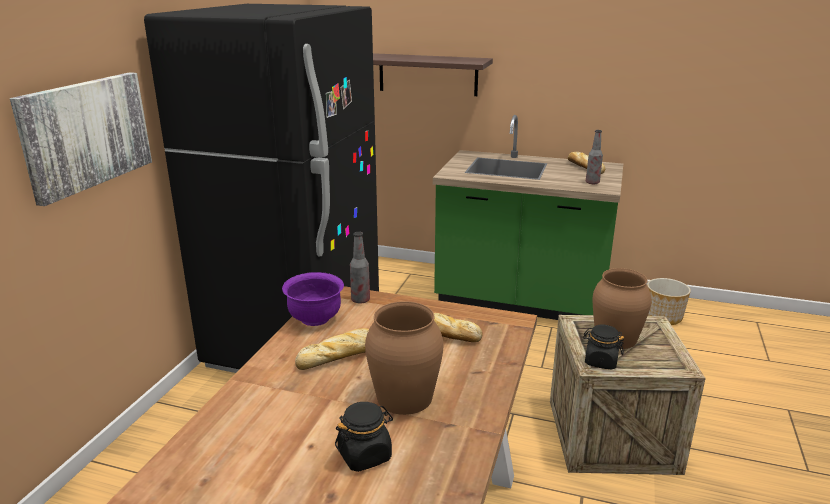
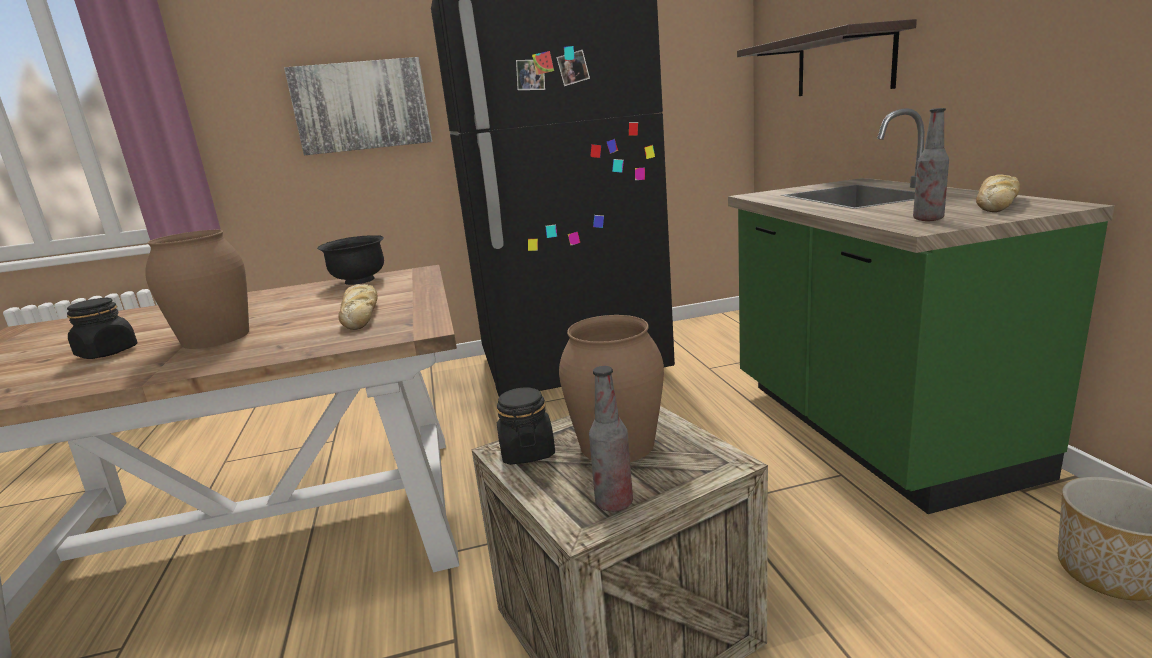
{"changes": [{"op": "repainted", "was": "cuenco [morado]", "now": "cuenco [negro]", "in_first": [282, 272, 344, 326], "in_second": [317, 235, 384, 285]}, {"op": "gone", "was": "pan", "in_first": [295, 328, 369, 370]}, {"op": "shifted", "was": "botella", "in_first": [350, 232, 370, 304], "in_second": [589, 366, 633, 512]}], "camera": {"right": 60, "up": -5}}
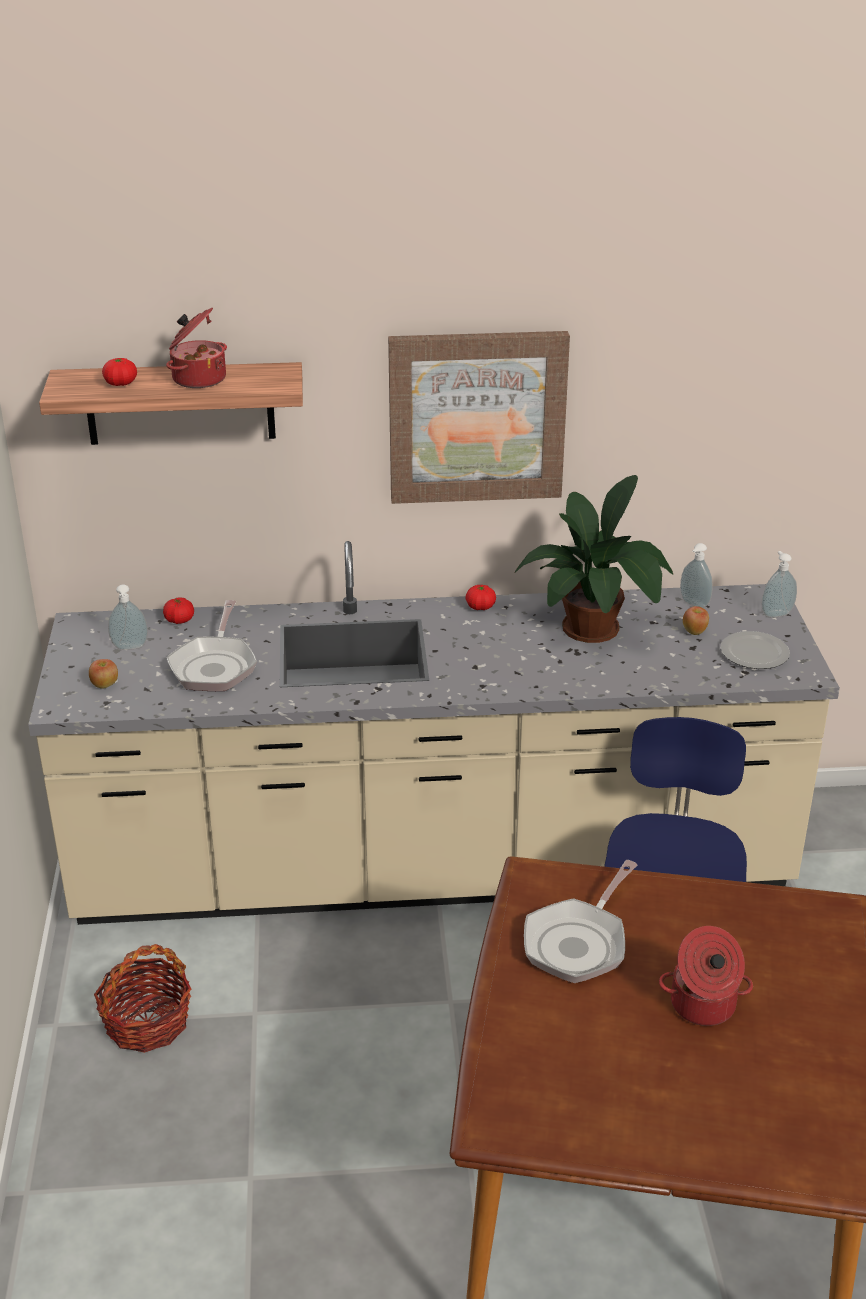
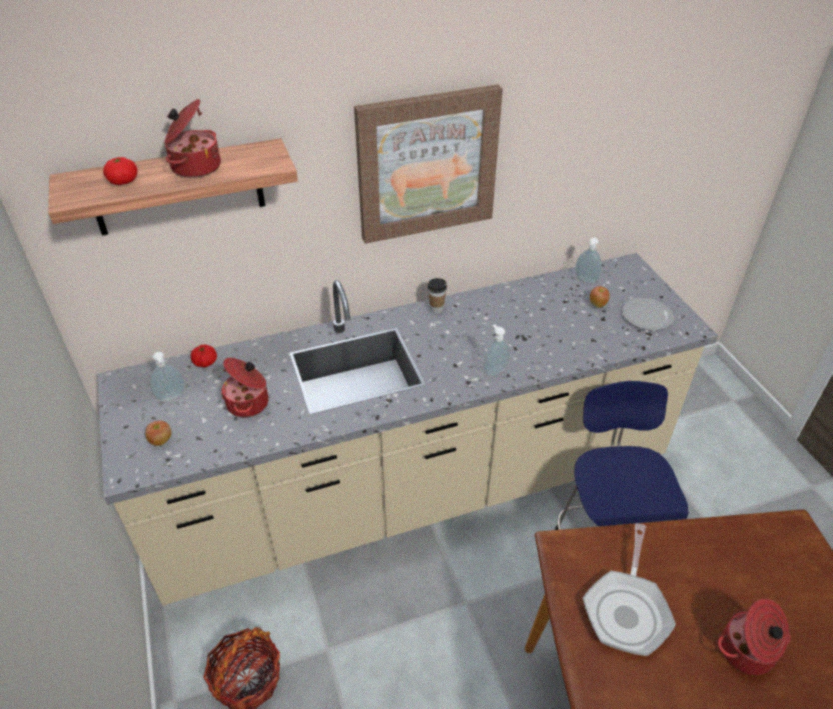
{"changes": [{"op": "swapped", "was": "sartén", "now": "olla", "in_first": [166, 600, 257, 691], "in_second": [221, 358, 269, 417]}, {"op": "swapped", "was": "tomate", "now": "taza", "in_first": [465, 585, 496, 610], "in_second": [428, 278, 447, 313]}, {"op": "gone", "was": "planta en maceta", "in_first": [514, 475, 673, 643]}, {"op": "shifted", "was": "dispensador de jabón", "in_first": [761, 551, 797, 618], "in_second": [483, 324, 510, 377]}], "camera": {"right": -15, "up": 10}}
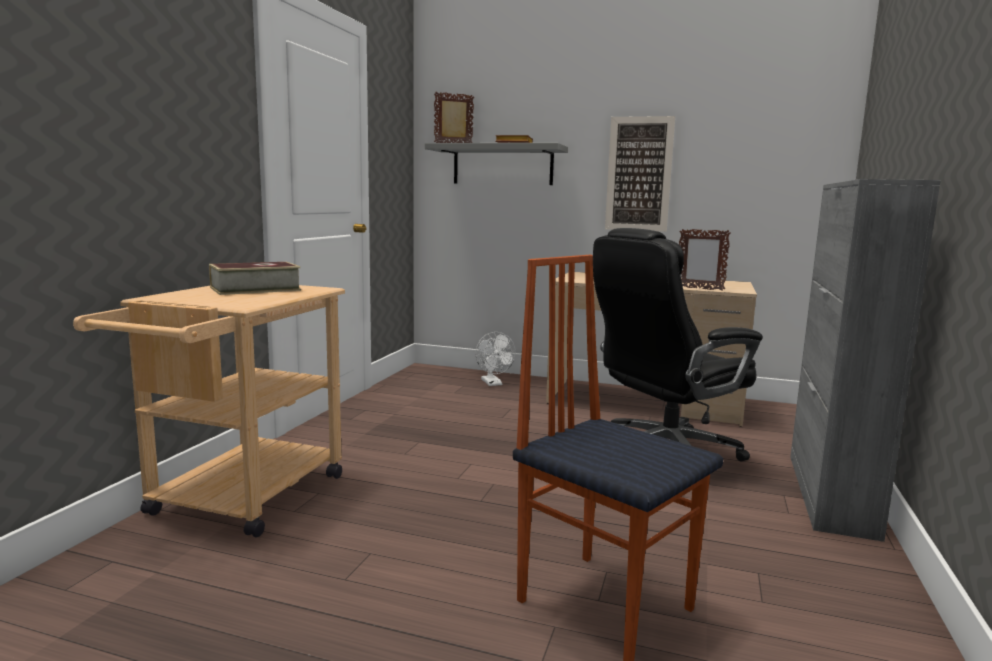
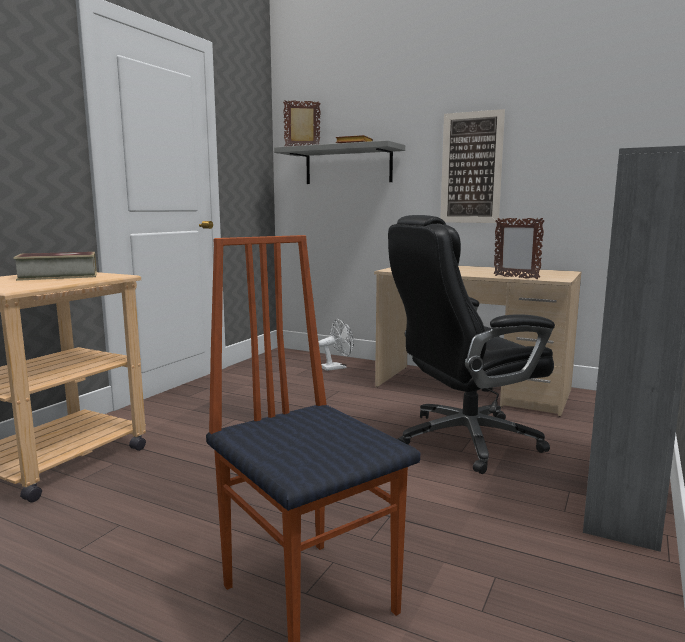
{"changes": [{"op": "rotated", "was": "ventilador [blanco]", "in_first": [476, 332, 516, 386], "in_second": [318, 319, 354, 371], "clockwise": -105}], "camera": {"right": 10, "up": 0}}
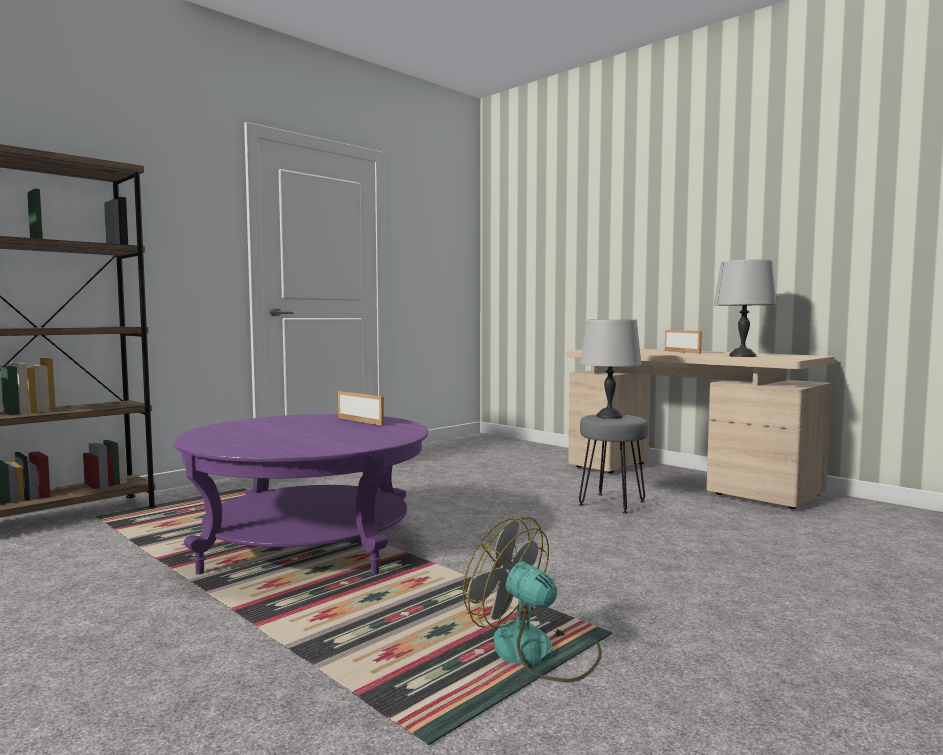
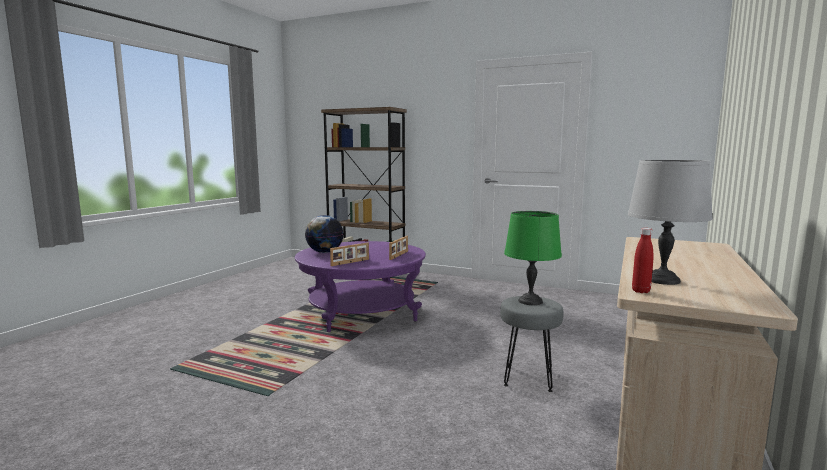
{"changes": [{"op": "gone", "was": "ventilador", "in_first": [463, 517, 602, 682]}, {"op": "repainted", "was": "lámpara de mesa [gris]", "now": "lámpara de mesa [verde]", "in_first": [580, 319, 642, 419], "in_second": [504, 211, 562, 305]}, {"op": "shifted", "was": "portarretratos", "in_first": [665, 330, 702, 354], "in_second": [330, 243, 369, 266]}, {"op": "new", "now": "globo terráqueo", "in_second": [305, 215, 344, 253]}, {"op": "new", "now": "botella [rojo]", "in_second": [632, 228, 654, 293]}], "camera": {"right": 70, "up": 5}}
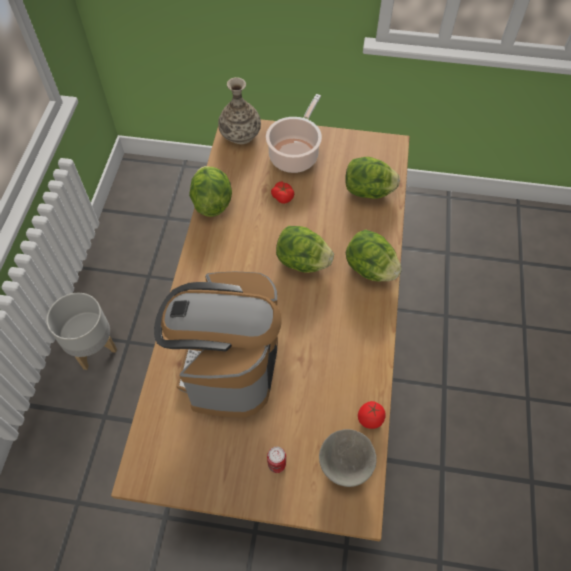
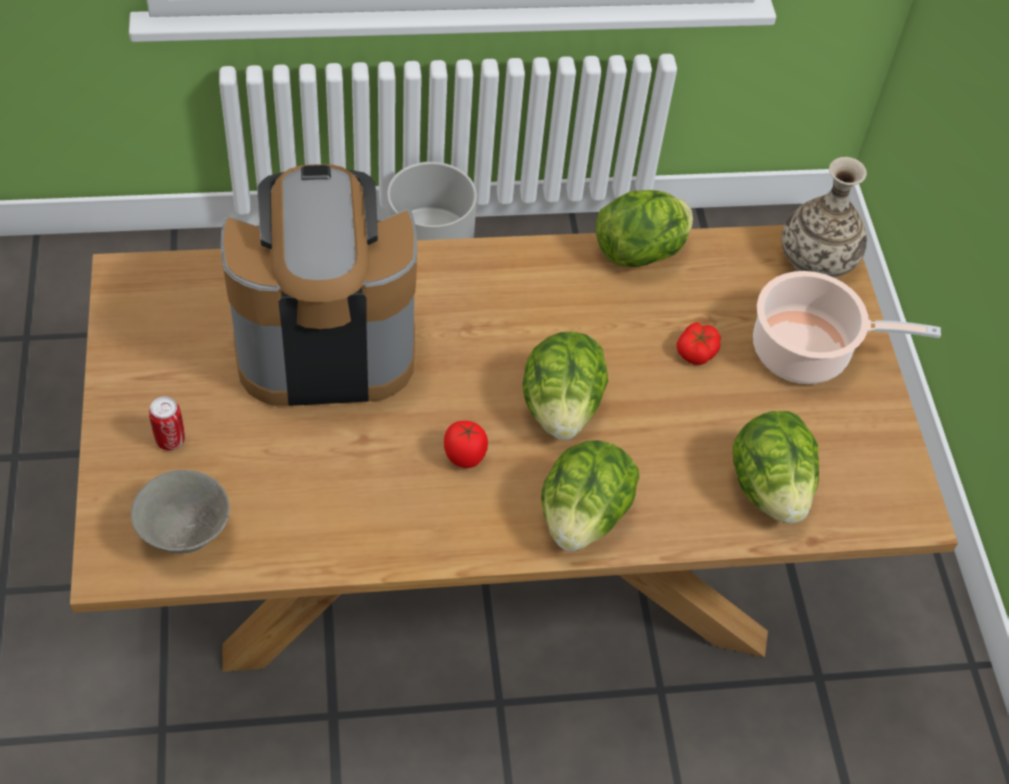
{"changes": [{"op": "shifted", "was": "tomate", "in_first": [358, 401, 386, 429], "in_second": [444, 421, 488, 468]}], "camera": {"right": 70, "up": -5}}
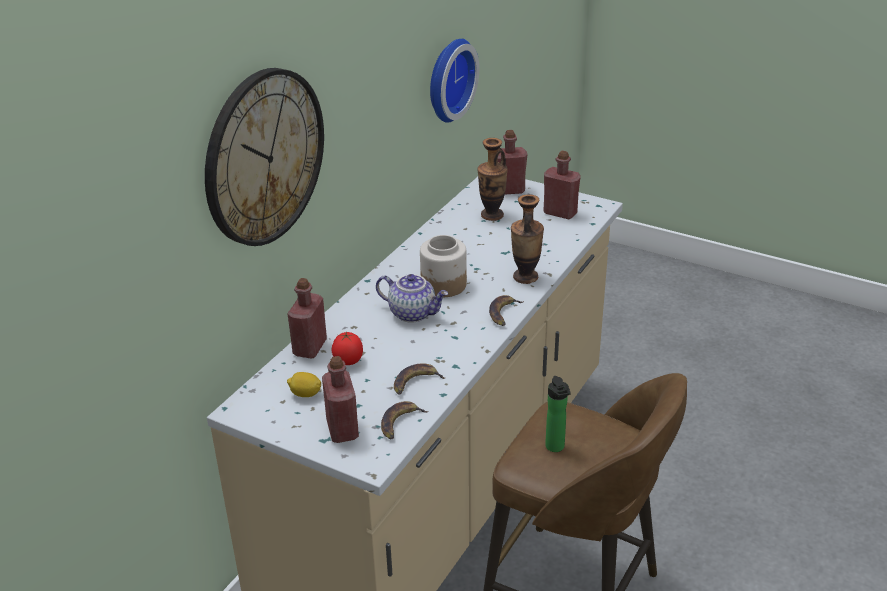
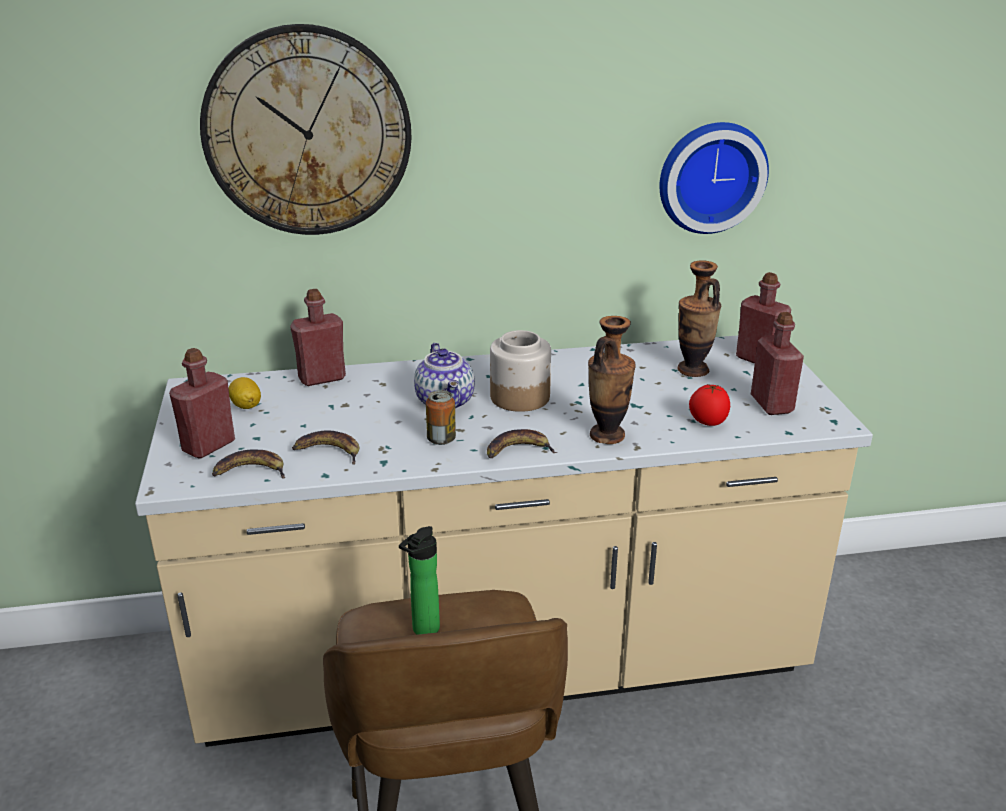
{"changes": [{"op": "shifted", "was": "tomate", "in_first": [331, 332, 363, 365], "in_second": [689, 384, 730, 426]}, {"op": "new", "now": "lata", "in_second": [426, 390, 456, 445]}], "camera": {"right": 50, "up": -5}}
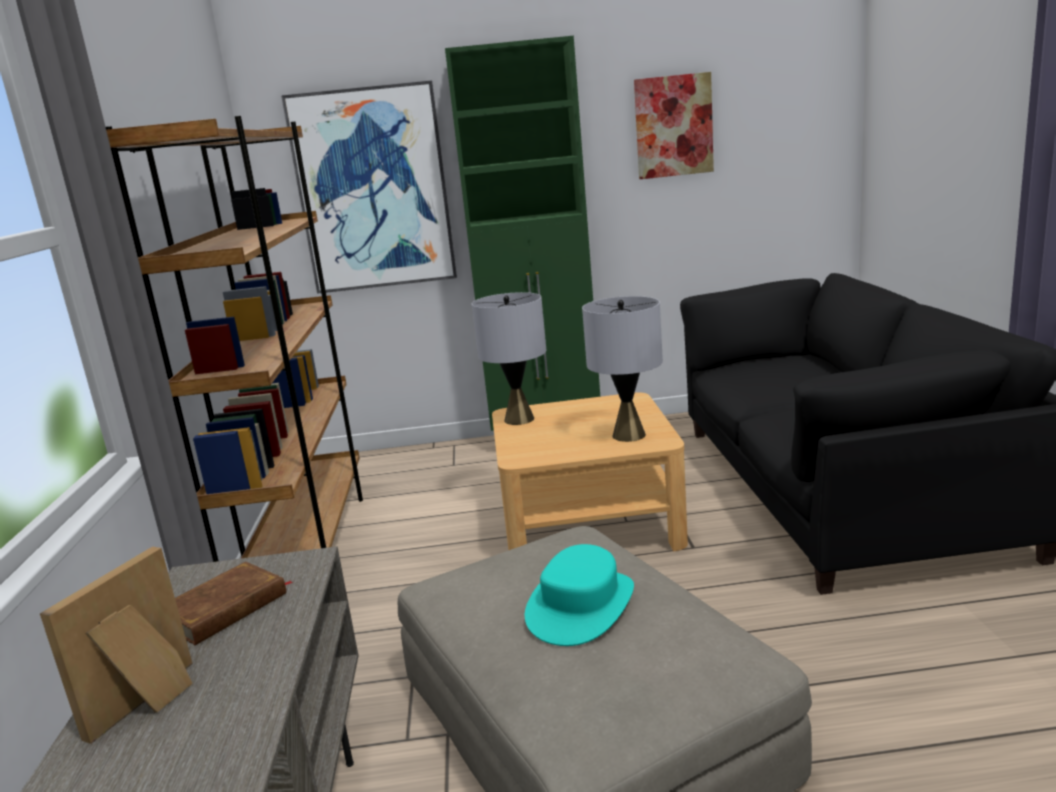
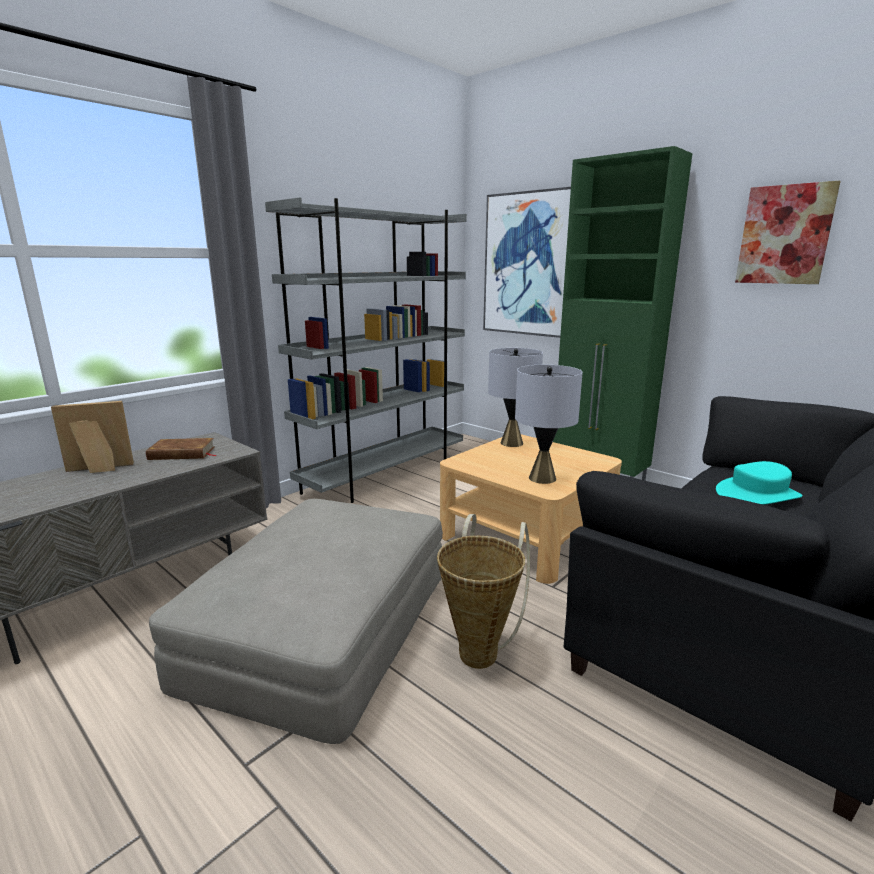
{"changes": [{"op": "repainted", "was": "estantería [marrón]", "now": "estantería [gris]", "in_first": [106, 116, 363, 562], "in_second": [265, 197, 467, 503]}, {"op": "shifted", "was": "sombrero [turquesa]", "in_first": [525, 544, 634, 646], "in_second": [716, 461, 803, 505]}, {"op": "new", "now": "cesta", "in_second": [437, 514, 530, 669]}], "camera": {"right": 45, "up": 0}}
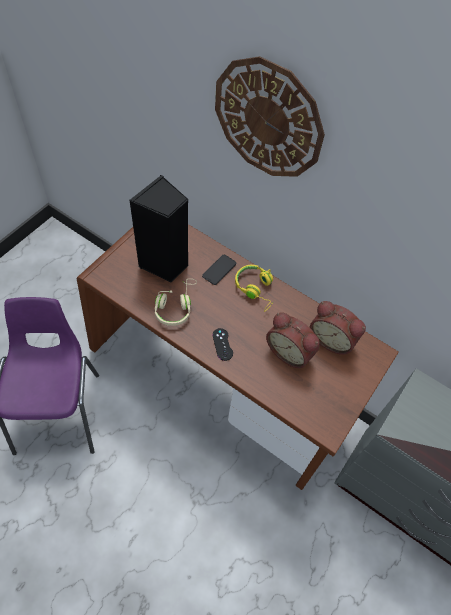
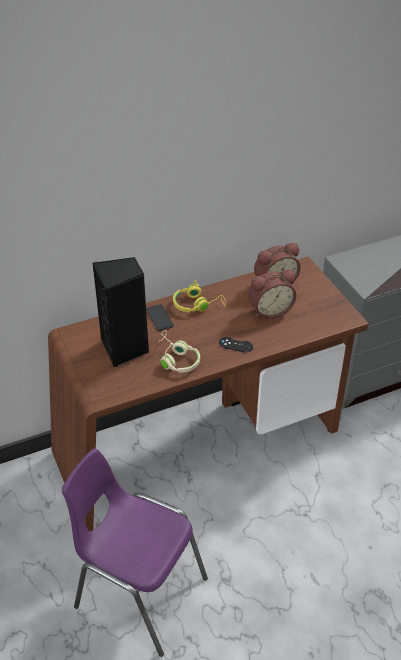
{"changes": [{"op": "gone", "was": "reloj de pared", "in_first": [215, 56, 325, 177]}], "camera": {"right": -55, "up": -15}}
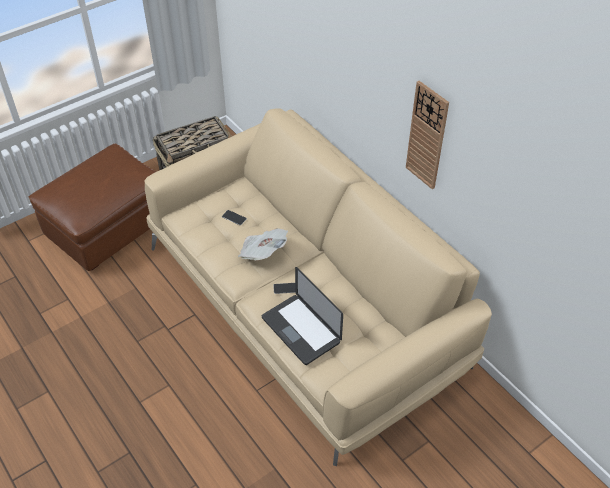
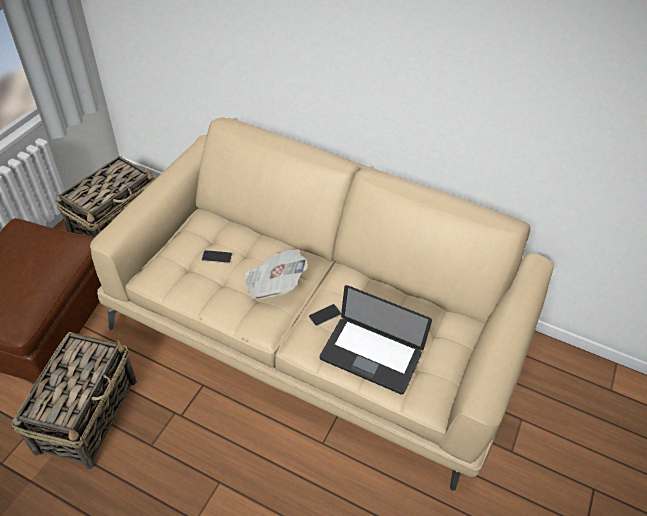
{"changes": [{"op": "gone", "was": "reloj de pared", "in_first": [406, 81, 449, 189]}, {"op": "new", "now": "cesta", "in_second": [11, 332, 137, 469]}], "camera": {"right": -30, "up": 0}}
